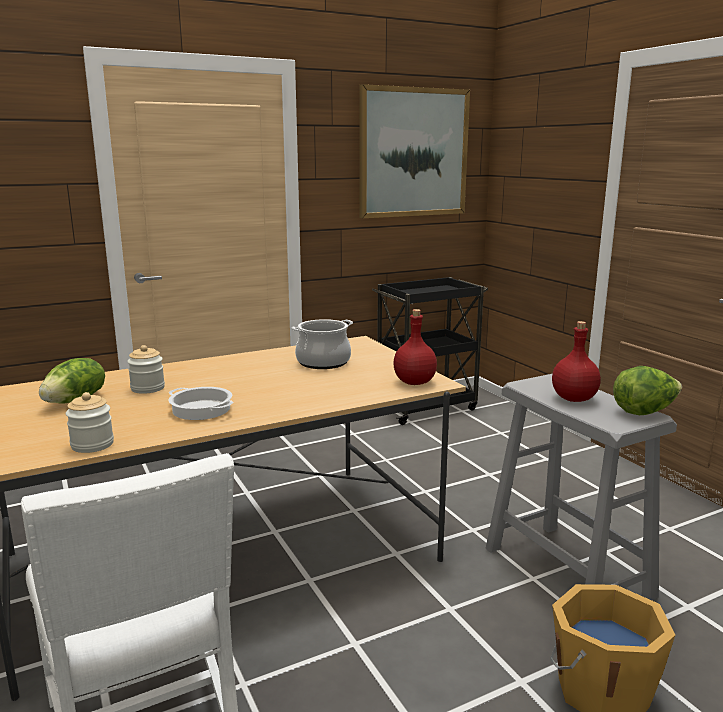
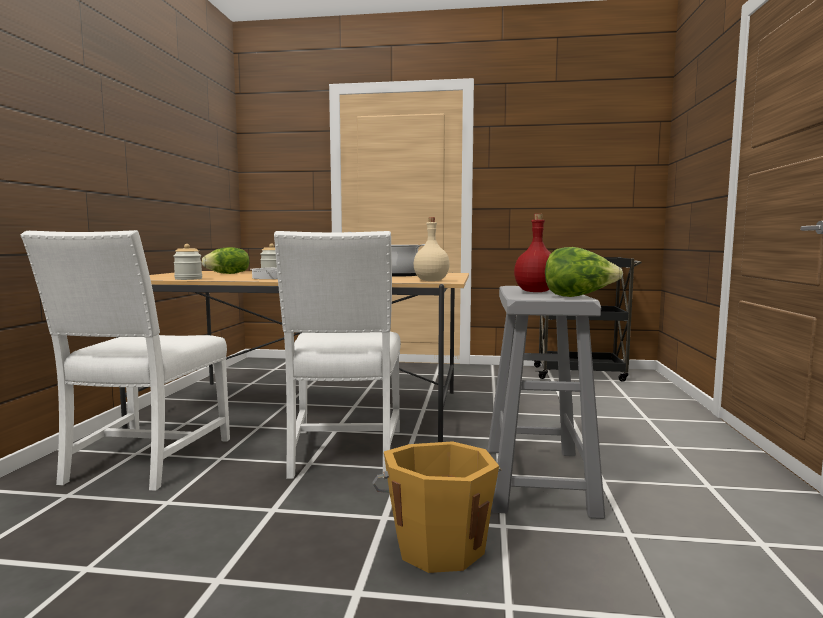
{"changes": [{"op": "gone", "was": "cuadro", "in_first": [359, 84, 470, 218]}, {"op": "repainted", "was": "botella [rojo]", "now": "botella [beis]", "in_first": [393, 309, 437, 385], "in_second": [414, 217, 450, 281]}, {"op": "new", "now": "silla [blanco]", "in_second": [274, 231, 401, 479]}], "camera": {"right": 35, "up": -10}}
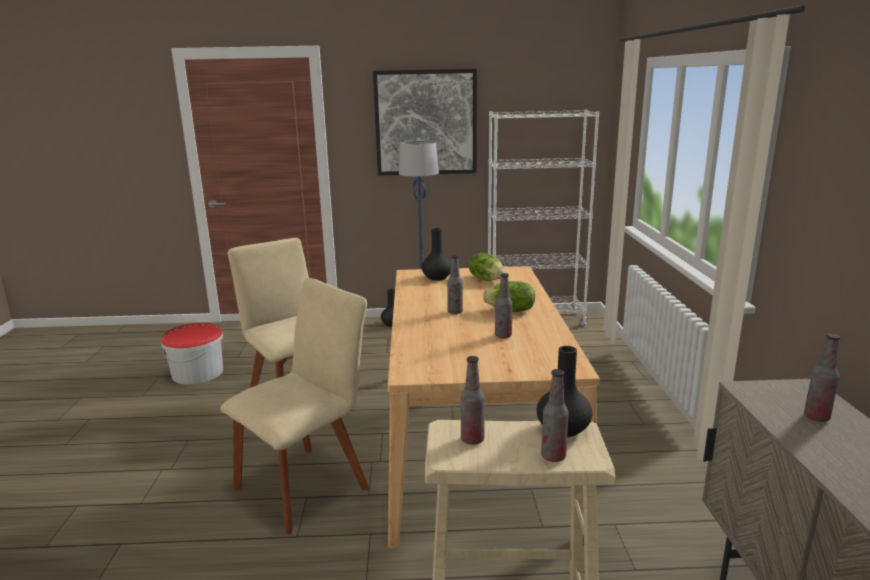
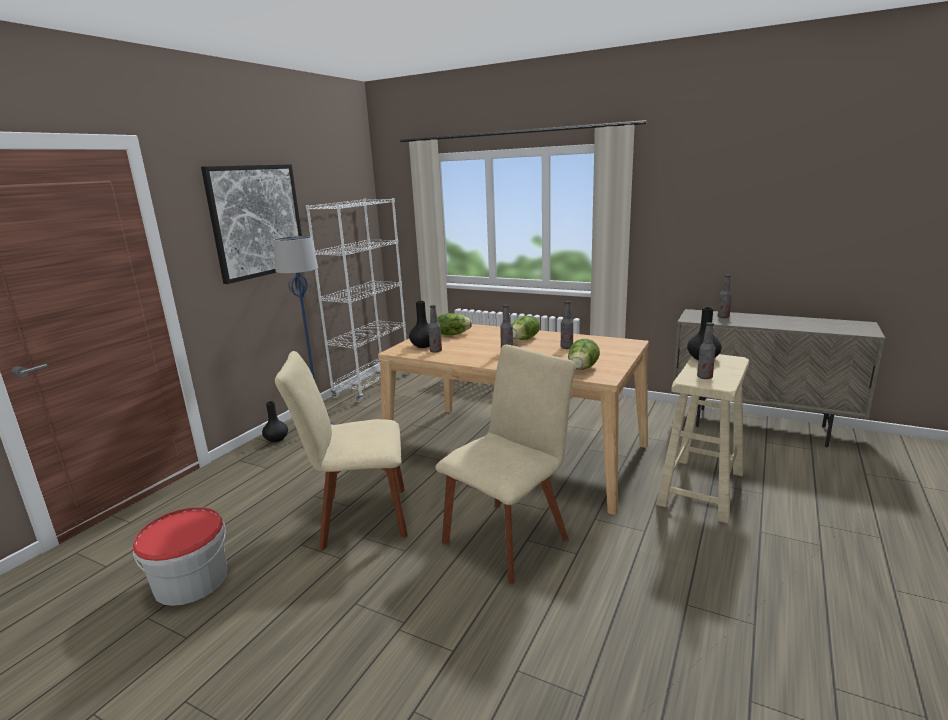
{"changes": [{"op": "rotated", "was": "silla [beis]", "in_first": [221, 278, 369, 534], "in_second": [435, 345, 575, 584], "clockwise": 60}, {"op": "shifted", "was": "botella", "in_first": [541, 369, 568, 462], "in_second": [428, 305, 442, 353]}, {"op": "new", "now": "lechuga", "in_second": [568, 339, 600, 370]}], "camera": {"right": -60, "up": 0}}
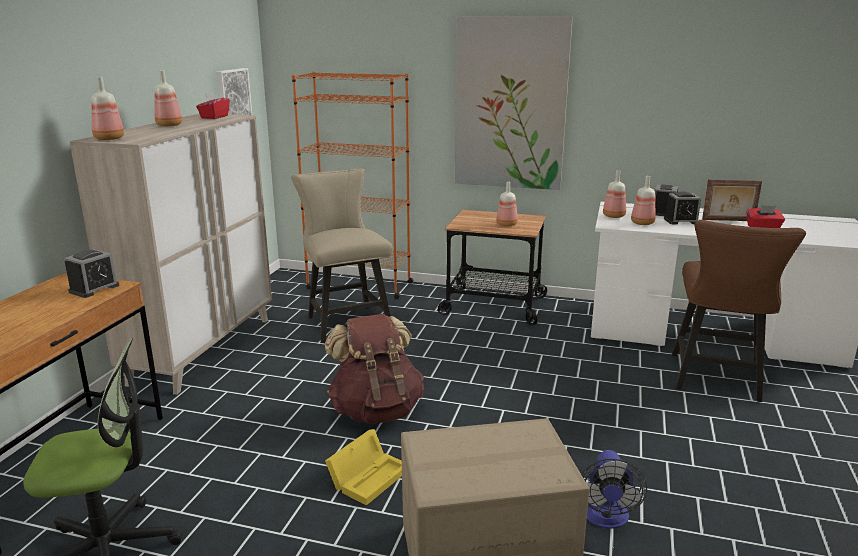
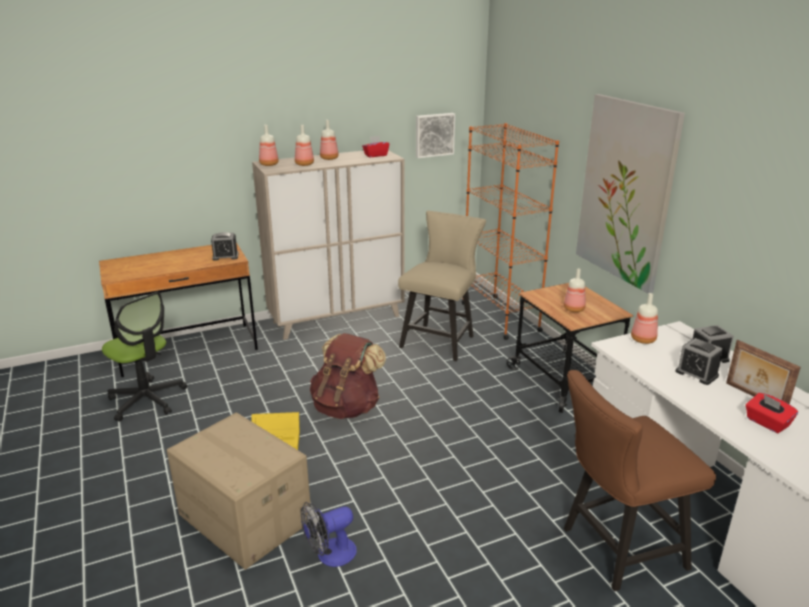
{"changes": [{"op": "shifted", "was": "botella", "in_first": [631, 176, 656, 225], "in_second": [295, 125, 314, 166]}], "camera": {"right": 50, "up": 5}}
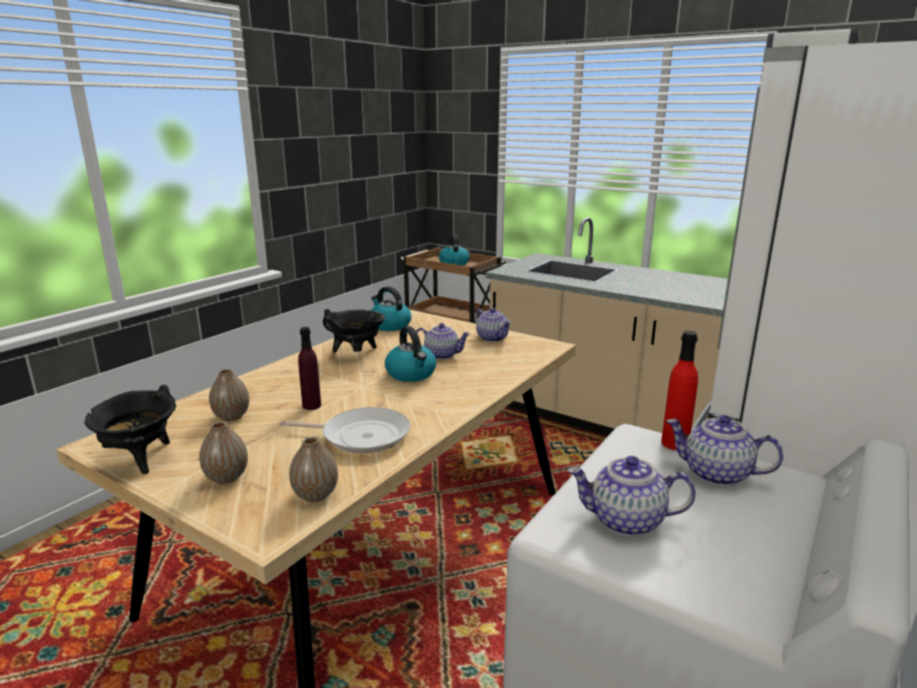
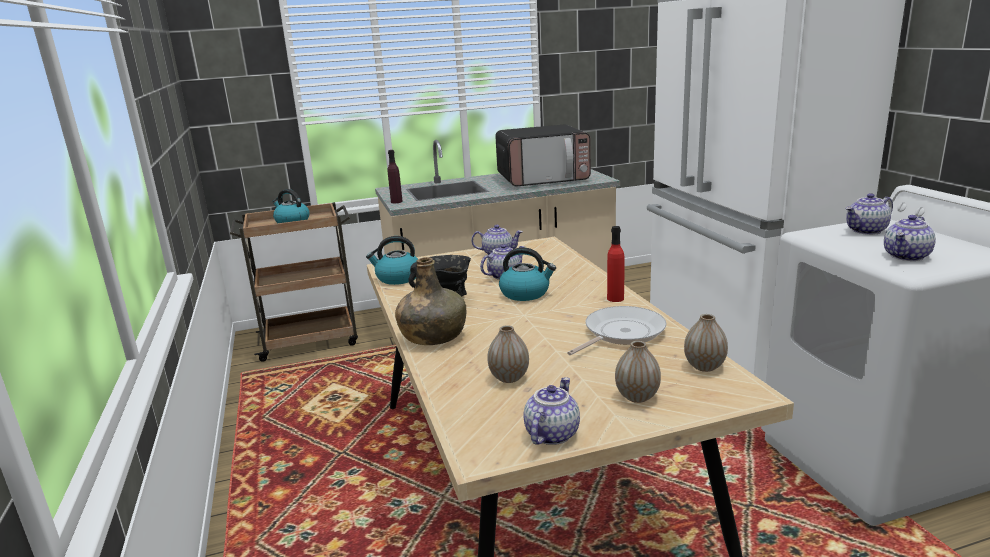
{"changes": [{"op": "swapped", "was": "olla [negro]", "now": "tetera", "in_first": [84, 385, 176, 474], "in_second": [524, 377, 580, 445]}, {"op": "shifted", "was": "botella [morado]", "in_first": [298, 327, 321, 410], "in_second": [388, 150, 403, 203]}, {"op": "shifted", "was": "botella [rojo]", "in_first": [661, 331, 698, 450], "in_second": [607, 226, 625, 302]}, {"op": "new", "now": "botella [verde]", "in_second": [395, 257, 466, 345]}, {"op": "new", "now": "microondas", "in_second": [495, 124, 591, 187]}], "camera": {"right": -50, "up": 0}}
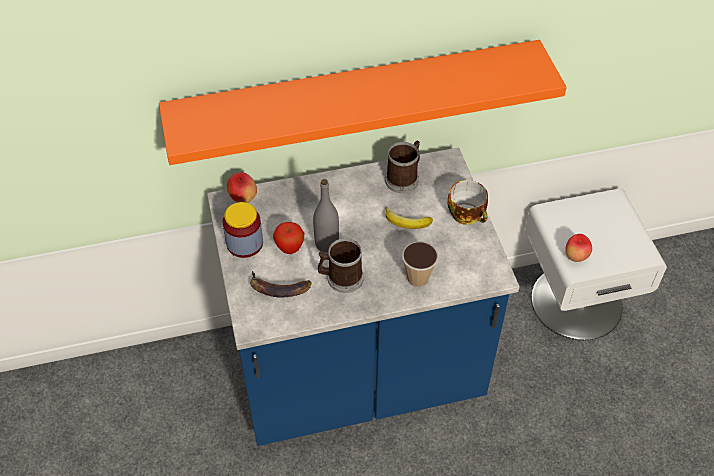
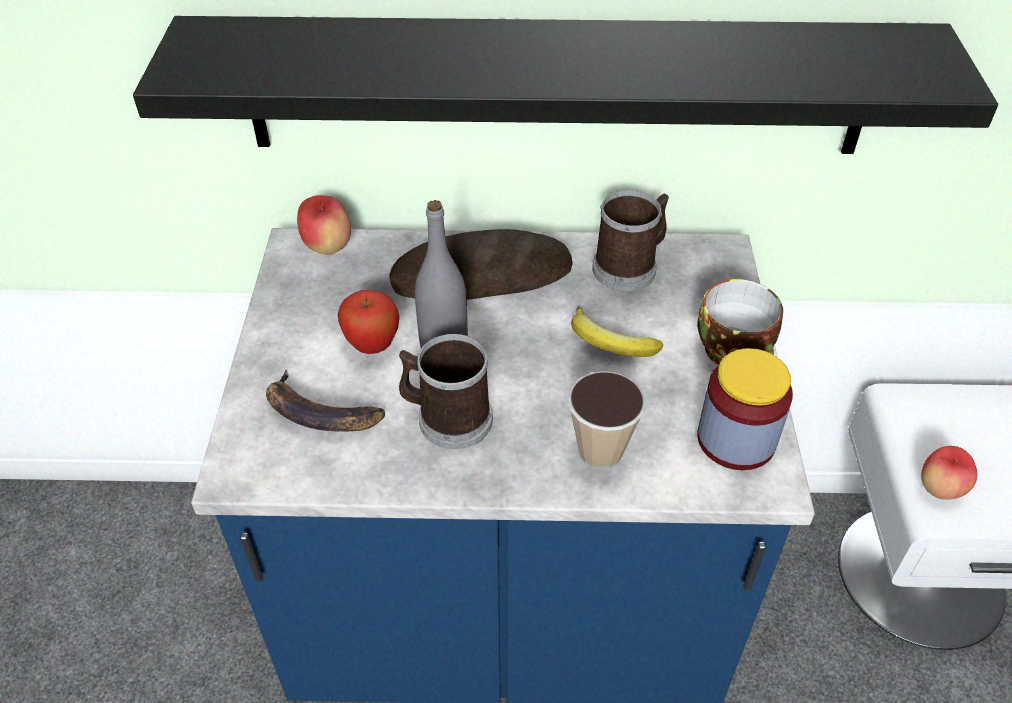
{"changes": [{"op": "repainted", "was": "estante [naranja]", "now": "estante [negro]", "in_first": [159, 40, 567, 165], "in_second": [133, 16, 998, 154]}, {"op": "shifted", "was": "tarro", "in_first": [223, 202, 263, 258], "in_second": [697, 348, 793, 470]}, {"op": "new", "now": "pan", "in_second": [390, 229, 573, 300]}], "camera": {"right": 15, "up": -5}}
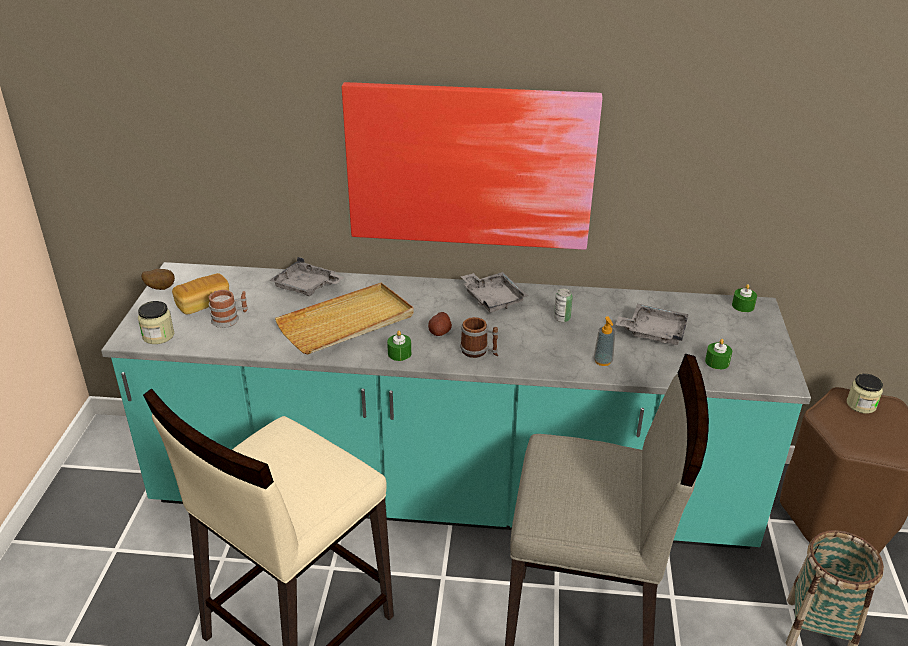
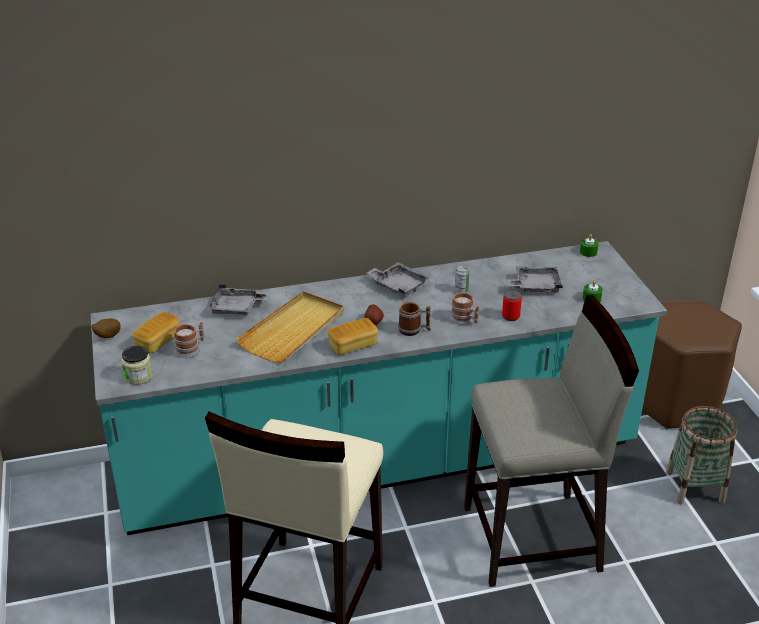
{"changes": [{"op": "gone", "was": "cuadro", "in_first": [342, 82, 602, 250]}, {"op": "swapped", "was": "vela [verde]", "now": "pan", "in_first": [387, 330, 411, 361], "in_second": [328, 318, 378, 355]}, {"op": "swapped", "was": "dispensador de jabón", "now": "lata", "in_first": [593, 316, 615, 366], "in_second": [502, 290, 522, 321]}, {"op": "gone", "was": "tarro", "in_first": [847, 374, 883, 414]}, {"op": "new", "now": "taza grande", "in_second": [450, 292, 479, 325]}], "camera": {"right": -20, "up": 0}}
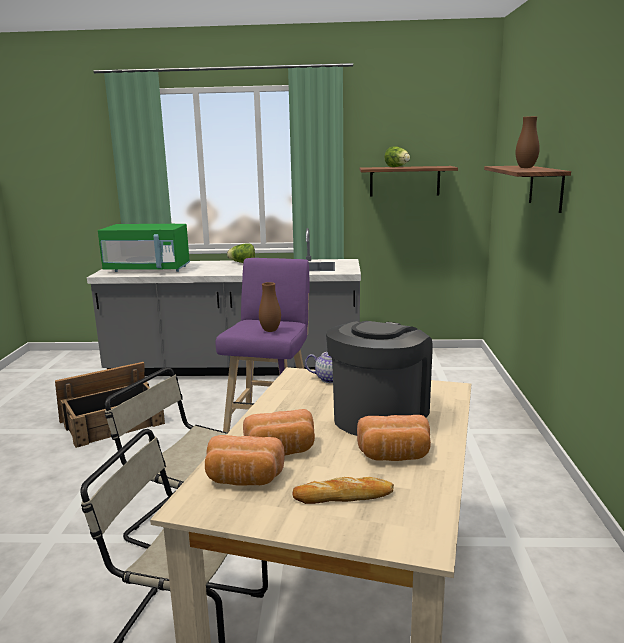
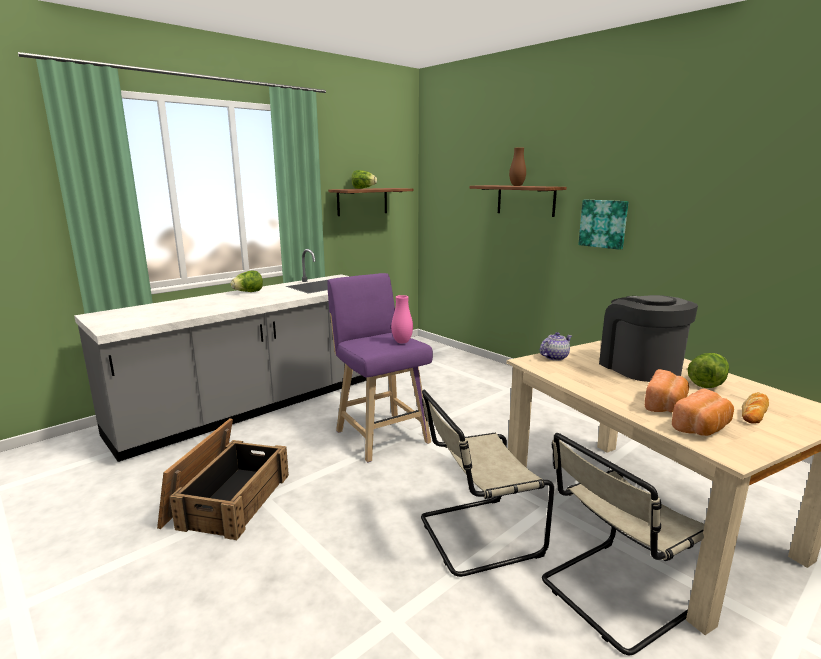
{"changes": [{"op": "gone", "was": "microondas [verde]", "in_first": [98, 224, 190, 272]}, {"op": "repainted", "was": "florero [marrón]", "now": "florero [rosa]", "in_first": [259, 282, 281, 332], "in_second": [391, 295, 413, 343]}, {"op": "swapped", "was": "pan", "now": "lechuga", "in_first": [357, 415, 431, 461], "in_second": [687, 353, 729, 388]}, {"op": "new", "now": "cuadro", "in_second": [578, 200, 629, 250]}], "camera": {"right": -45, "up": 0}}
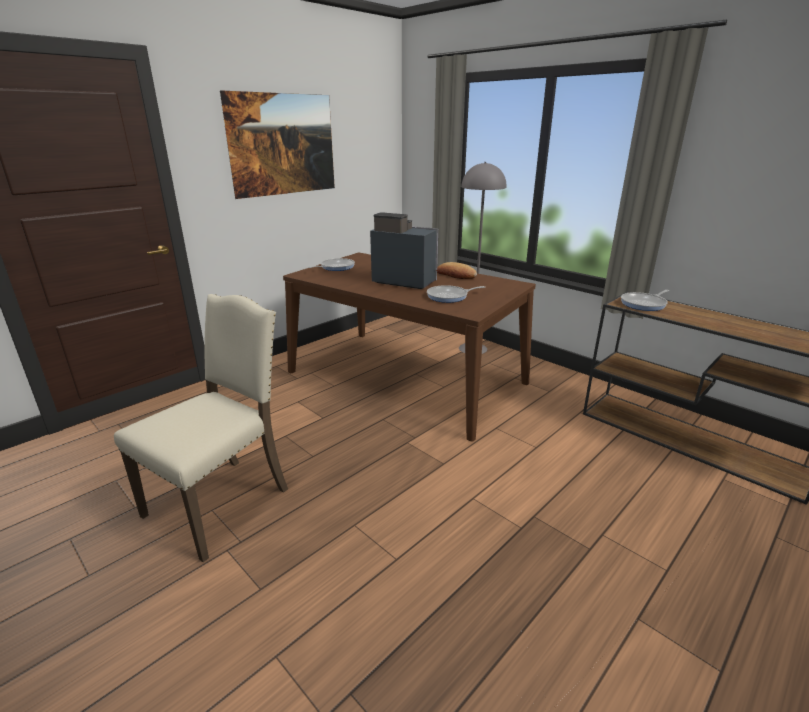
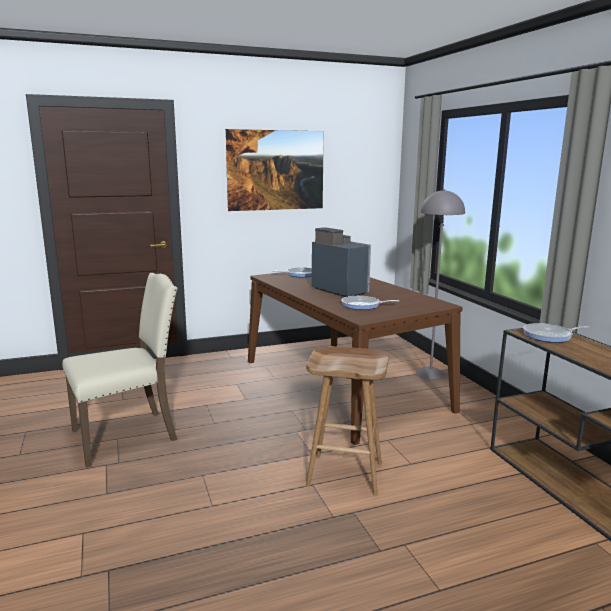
{"changes": [{"op": "gone", "was": "pan", "in_first": [436, 262, 477, 279]}, {"op": "new", "now": "taburete [marrón]", "in_second": [306, 346, 389, 496]}], "camera": {"right": 25, "up": -10}}
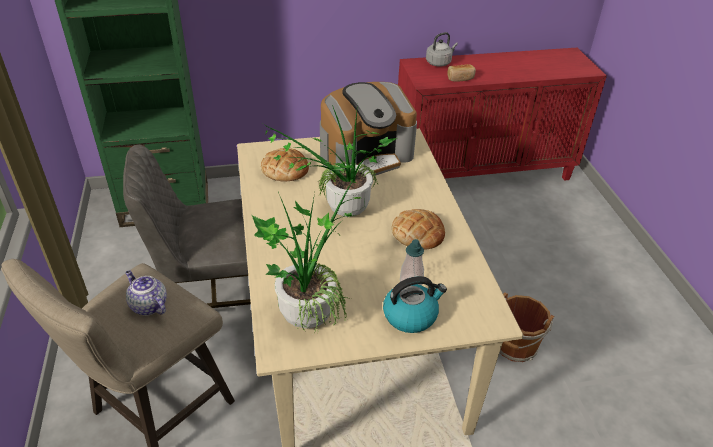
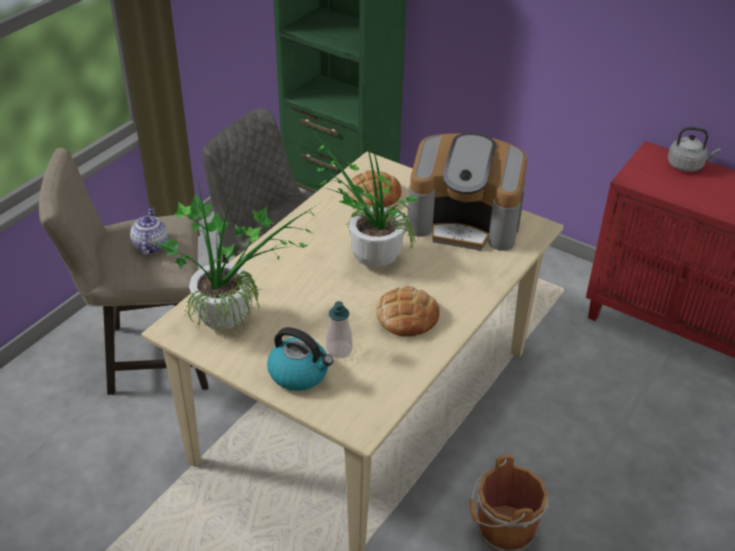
{"changes": [{"op": "gone", "was": "pan", "in_first": [447, 64, 476, 82]}], "camera": {"right": 45, "up": 0}}
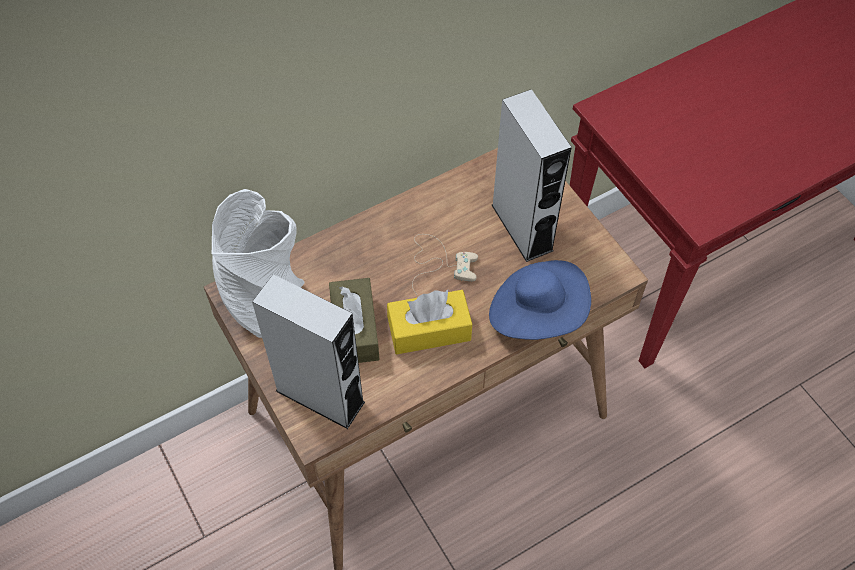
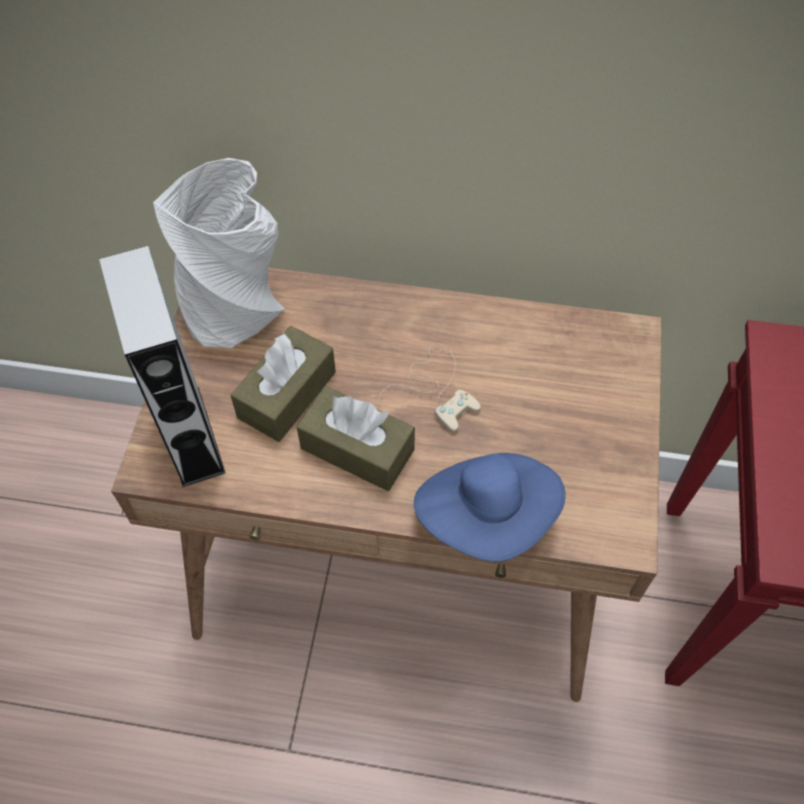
{"changes": [{"op": "repainted", "was": "caja de pañuelos [amarillo]", "now": "caja de pañuelos [marrón]", "in_first": [387, 290, 472, 355], "in_second": [296, 386, 415, 491]}, {"op": "gone", "was": "altavoz [gris]", "in_first": [492, 89, 572, 262]}], "camera": {"right": 40, "up": 0}}
